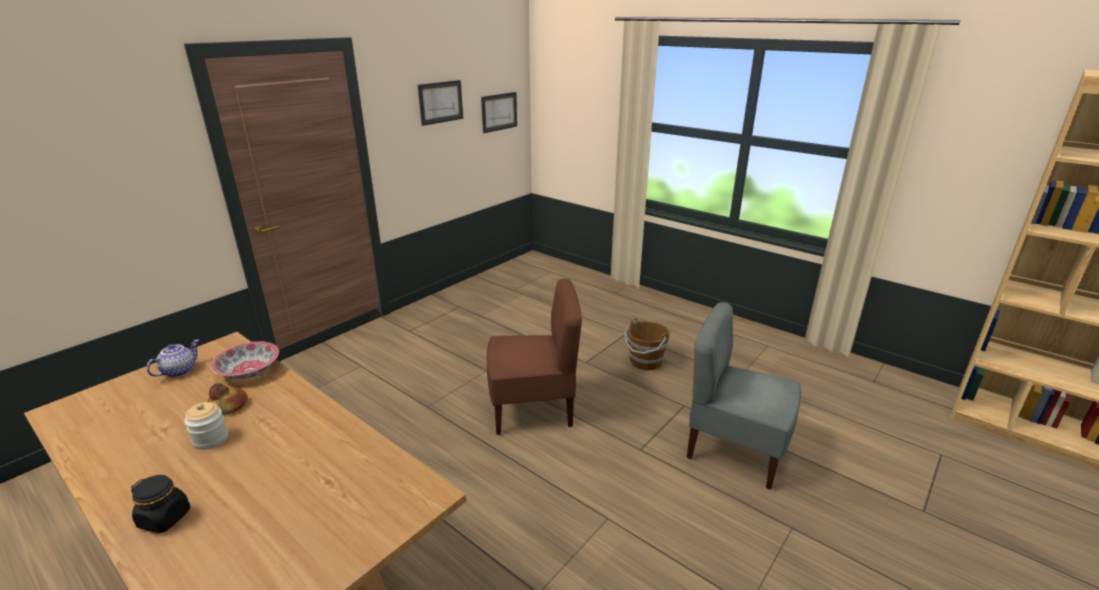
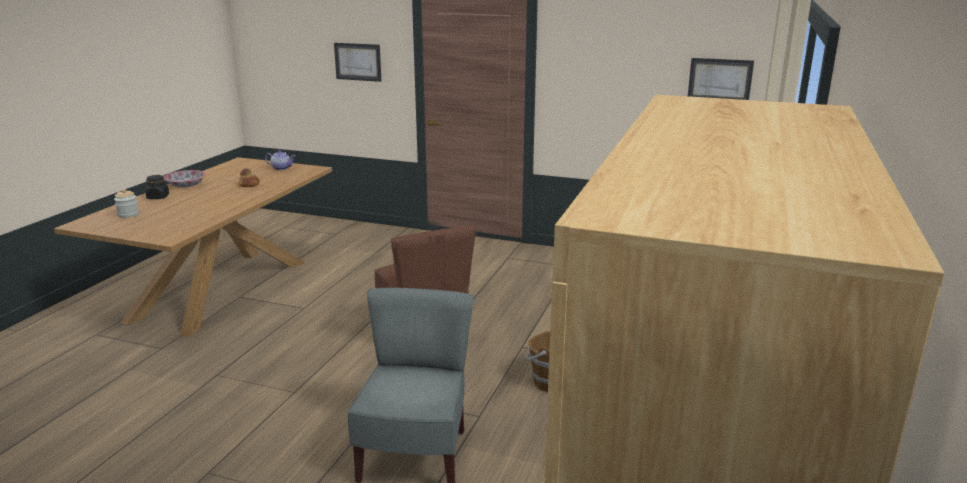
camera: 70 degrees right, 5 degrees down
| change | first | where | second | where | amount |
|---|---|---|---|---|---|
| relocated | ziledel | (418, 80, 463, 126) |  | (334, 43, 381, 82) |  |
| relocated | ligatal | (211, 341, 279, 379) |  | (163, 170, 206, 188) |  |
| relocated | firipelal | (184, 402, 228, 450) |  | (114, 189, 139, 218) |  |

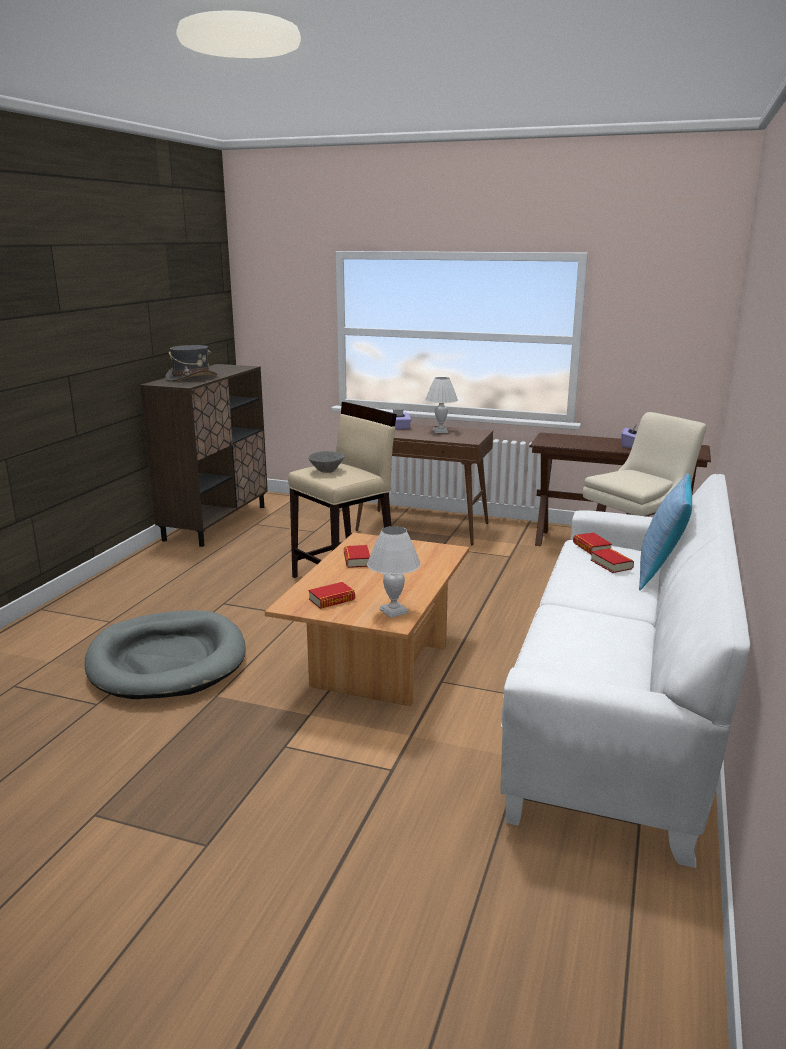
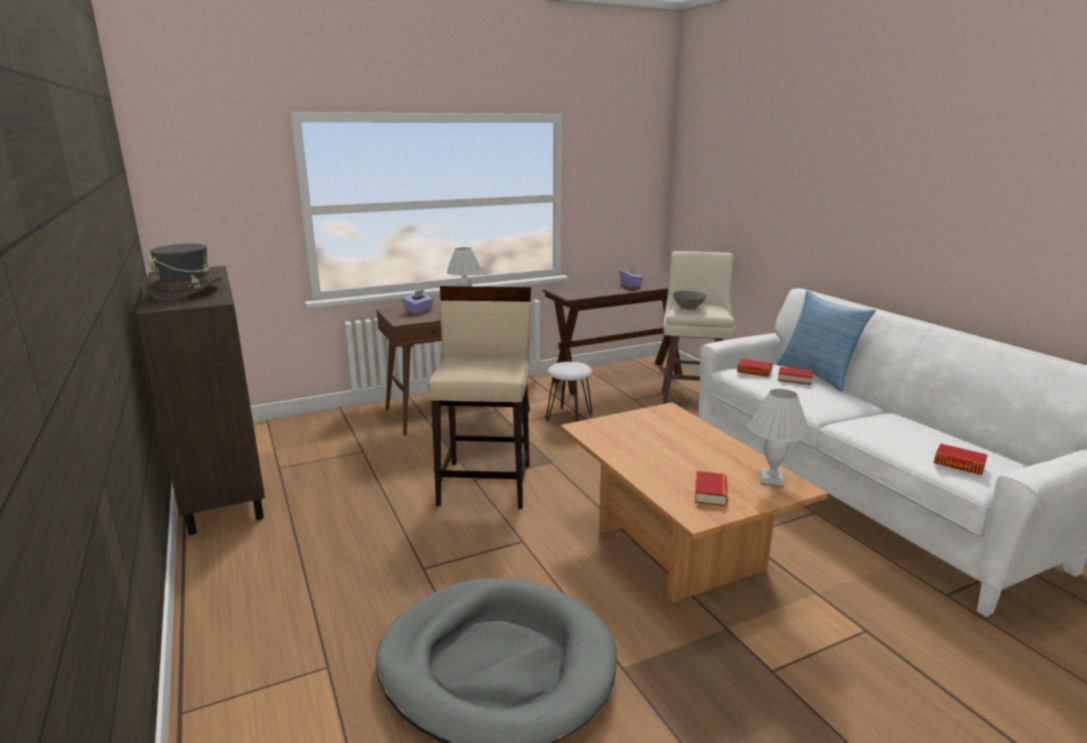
camera: 45 degrees left, 0 degrees up
| change | first | where | second | where | amount |
|---|---|---|---|---|---|
| relocated | grey ligatal | (308, 451, 345, 473) |  | (673, 291, 707, 309) |  |
| relocated | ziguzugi | (344, 545, 370, 568) |  | (934, 444, 987, 475) |  |
| appeared |  |  | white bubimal | (546, 362, 592, 422) |  |

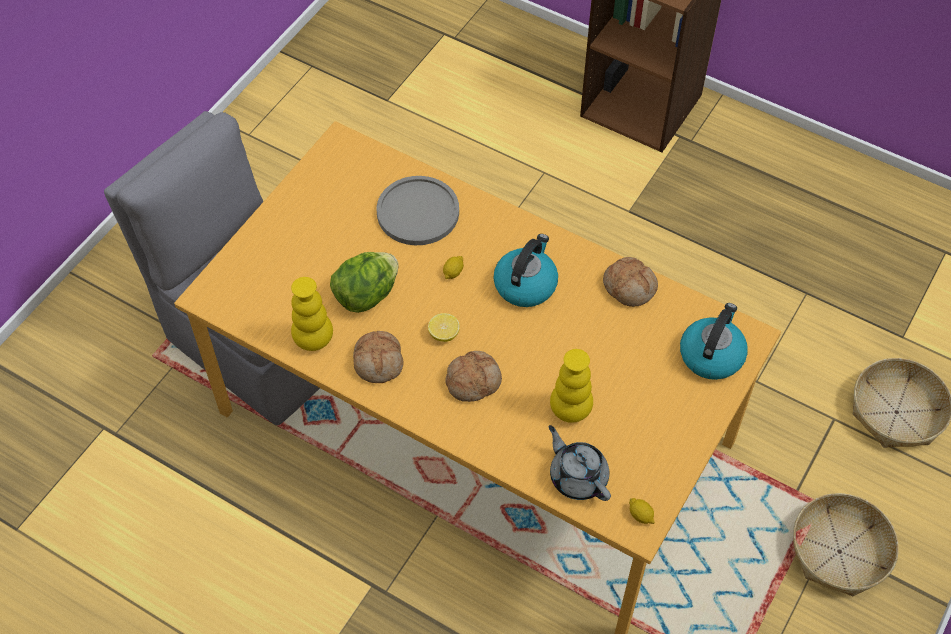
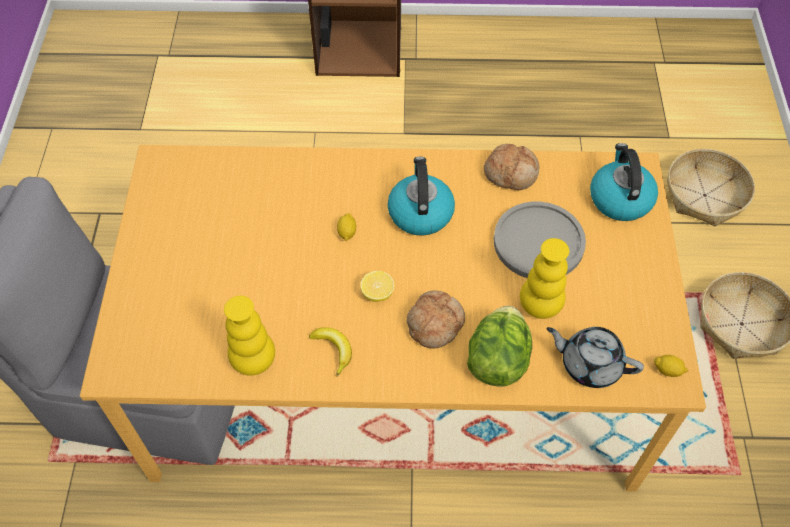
camera: 30 degrees left, 0 degrees up
| change | first | where | second | where | amount |
|---|---|---|---|---|---|
| relocated | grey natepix | (377, 176, 459, 245) |  | (494, 202, 586, 278) |  |
| relocated | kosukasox | (330, 252, 399, 313) |  | (467, 306, 532, 387) |  |
| exchanged | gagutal | (353, 331, 404, 383) | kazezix | (309, 327, 352, 377) |  |

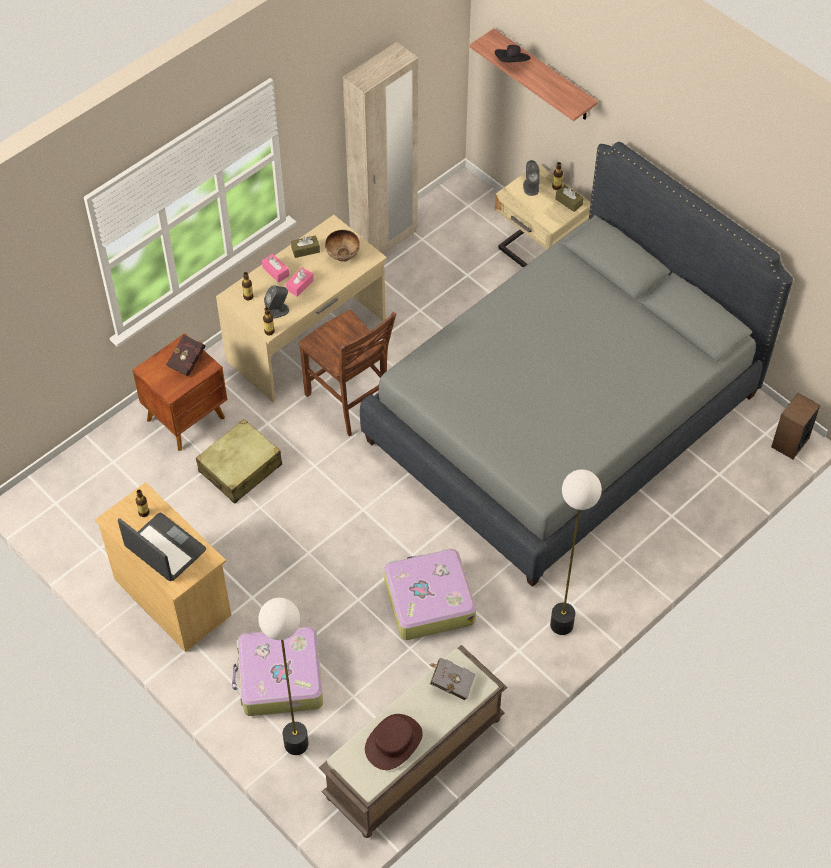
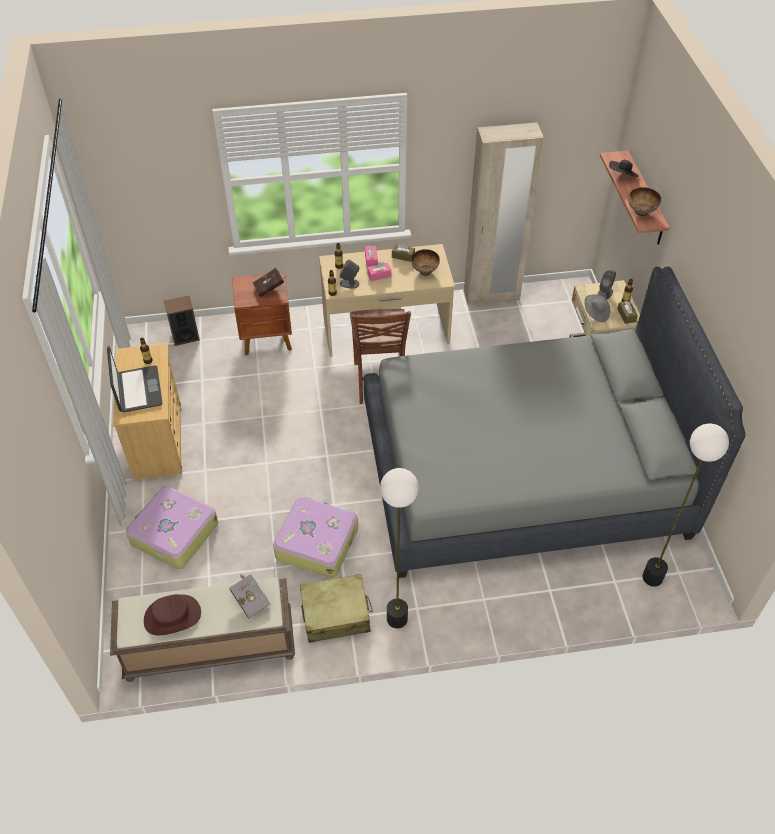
camera: 35 degrees right, 5 degrees down
| change | first | where | second | where | amount |
|---|---|---|---|---|---|
| relocated | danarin | (771, 393, 820, 459) |  | (164, 296, 200, 346) |  |
| relocated | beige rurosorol | (196, 419, 282, 503) |  | (300, 574, 373, 643) |  |
| relocated | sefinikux | (258, 598, 309, 755) |  | (642, 423, 729, 587) |  |
| appeared |  |  | ligatal | (628, 187, 661, 216) |  |
| appeared |  |  | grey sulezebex | (585, 294, 610, 322) |  |

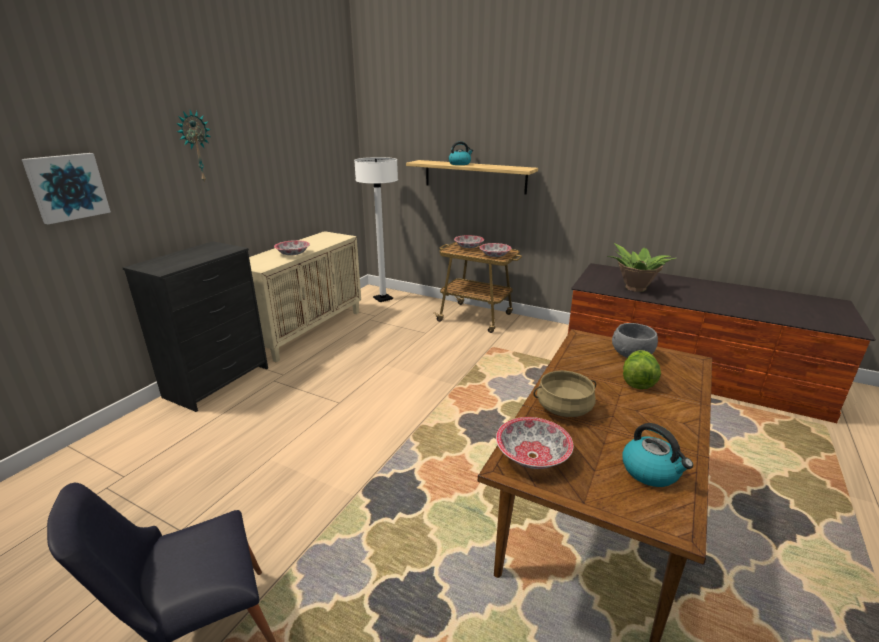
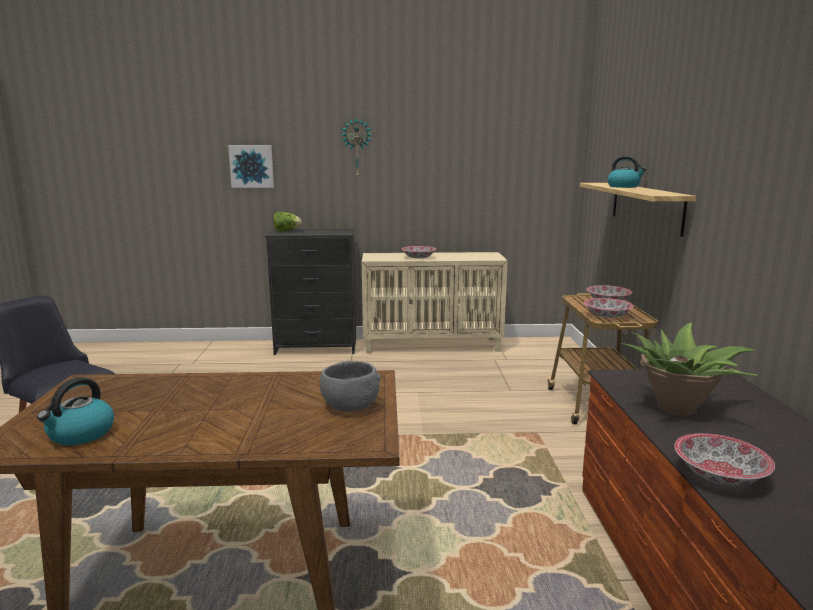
camera: 60 degrees right, 10 degrees down
| change | first | where | second | where | amount |
|---|---|---|---|---|---|
| missing | white sefinikux | (354, 157, 398, 302) |  |  |  |
| relocated | kosukasox | (623, 350, 661, 389) |  | (273, 212, 302, 232) |  |
| missing | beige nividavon | (533, 370, 596, 417) |  |  |  |
| relocated | ligatal | (496, 417, 573, 469) |  | (674, 433, 775, 486) |  |

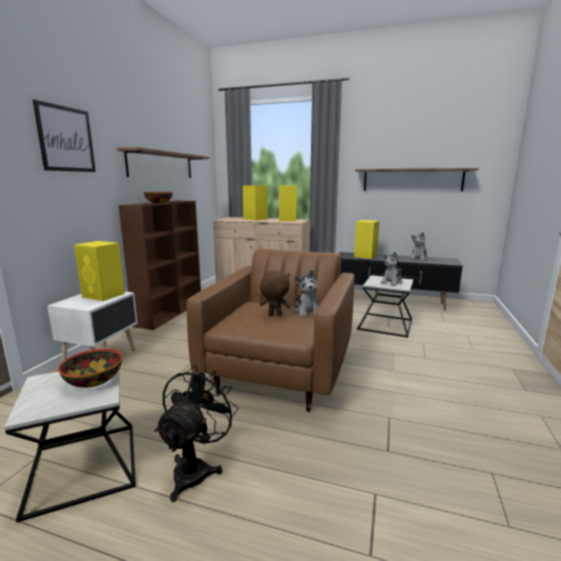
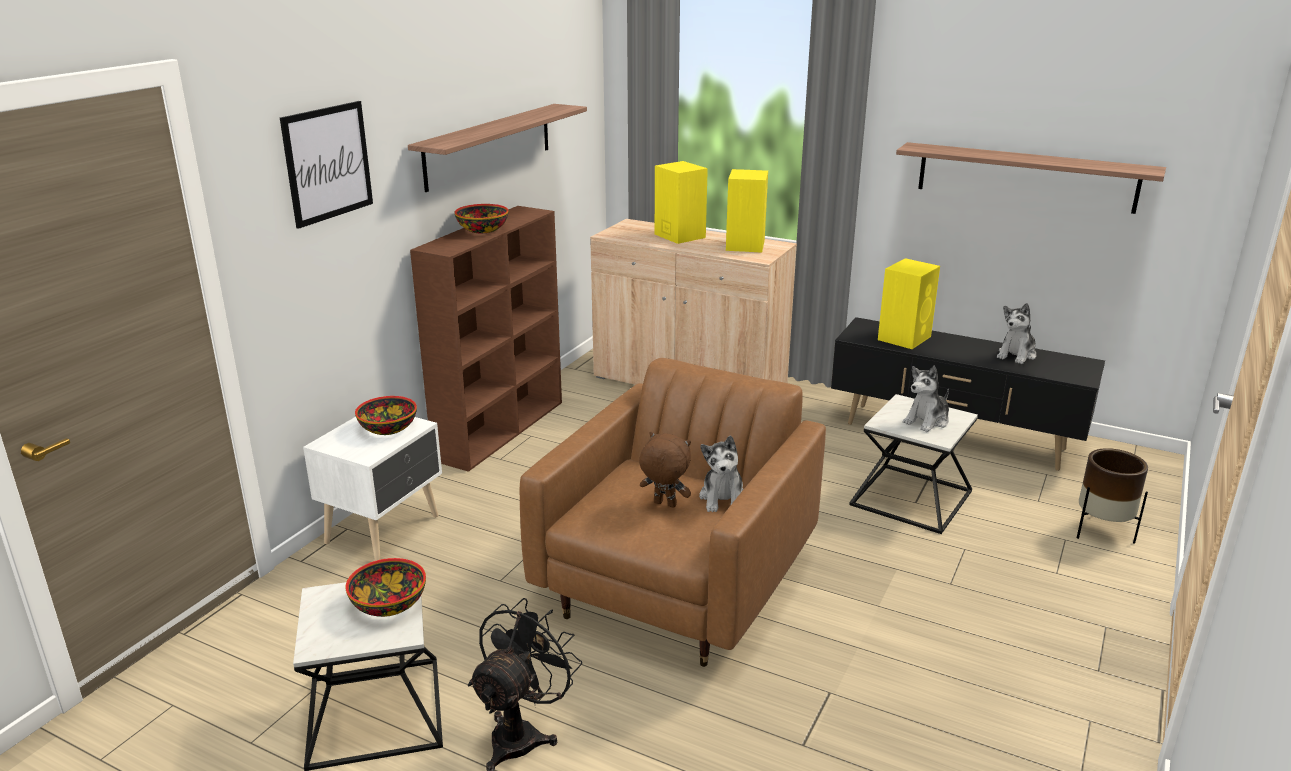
camera: 10 degrees right, 10 degrees up
| change | first | where | second | where | amount |
|---|---|---|---|---|---|
| exchanged | yellow danarin | (74, 241, 125, 301) | ligatal | (355, 396, 417, 435) |  |
| appeared |  |  | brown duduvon | (1077, 448, 1148, 544) |  |

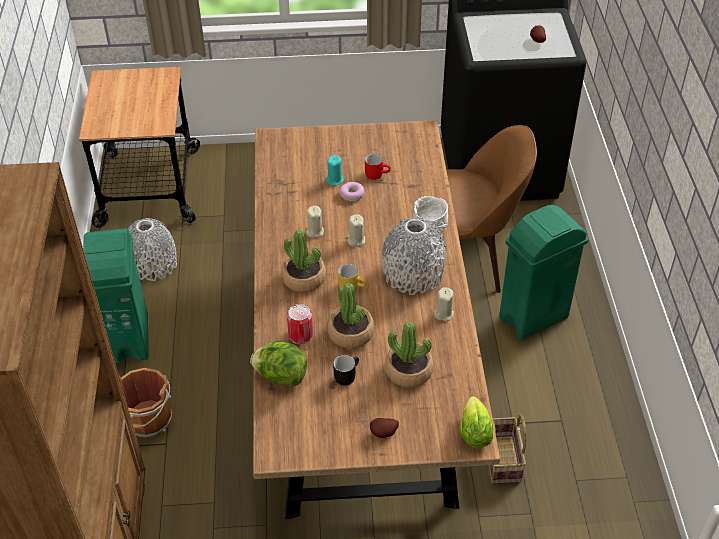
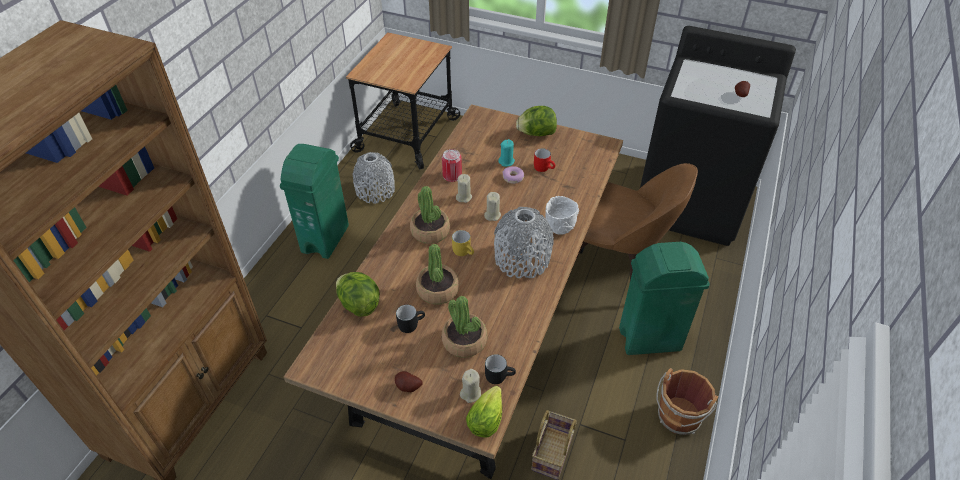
camera: 25 degrees right, 0 degrees up
| change | first | where | second | where | amount |
|---|---|---|---|---|---|
| relocated | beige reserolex | (434, 288, 454, 321) |  | (460, 369, 481, 403) |  |
| relocated | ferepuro | (287, 304, 313, 344) |  | (442, 149, 462, 182) |  |
| relocated | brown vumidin | (119, 368, 172, 438) |  | (656, 368, 719, 435) |  |
| appeared |  |  | kosukasox | (516, 106, 557, 136) |  |
| appeared |  |  | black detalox | (485, 354, 516, 384) |  |

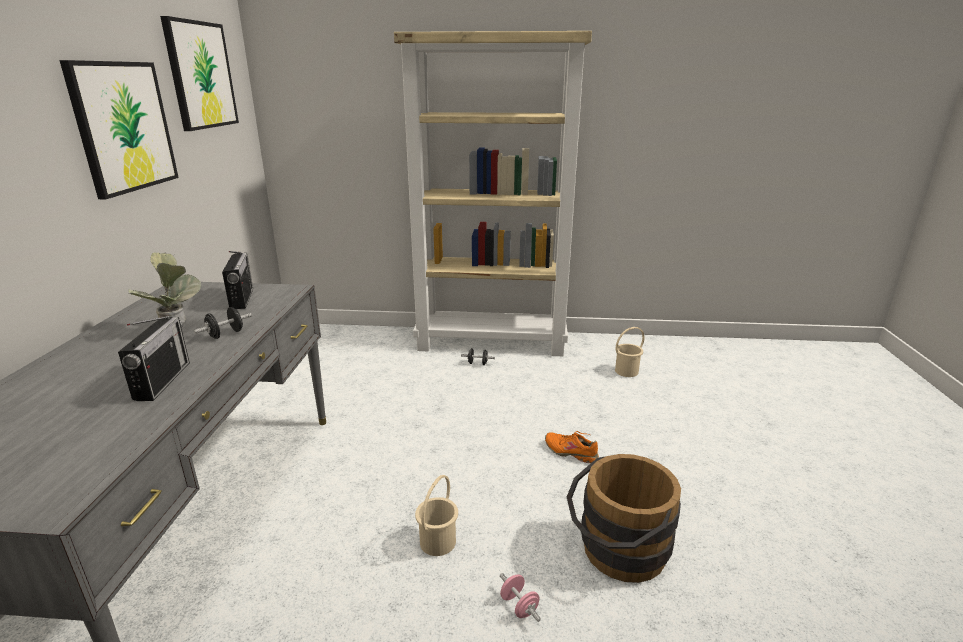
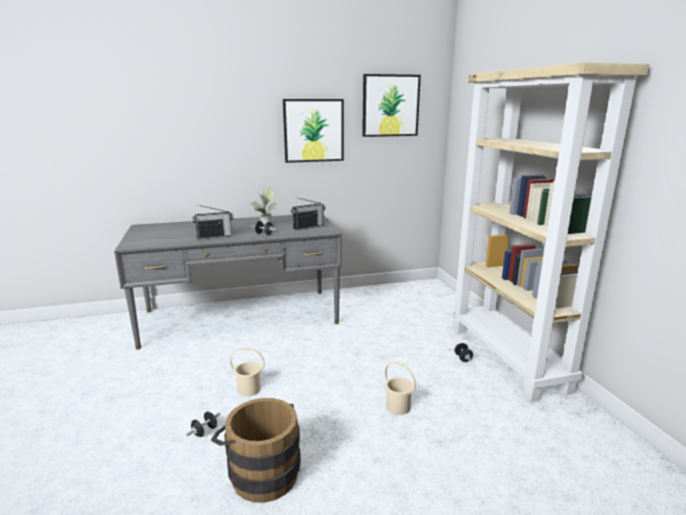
camera: 70 degrees right, 5 degrees down
| change | first | where | second | where | amount |
|---|---|---|---|---|---|
| relocated | beige vumidin | (615, 327, 644, 377) |  | (385, 361, 416, 415) |  |
| missing | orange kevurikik | (545, 431, 599, 463) |  |  |  |
| colour | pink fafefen | (500, 573, 541, 622) | black fafefen | (186, 412, 221, 437) |  |

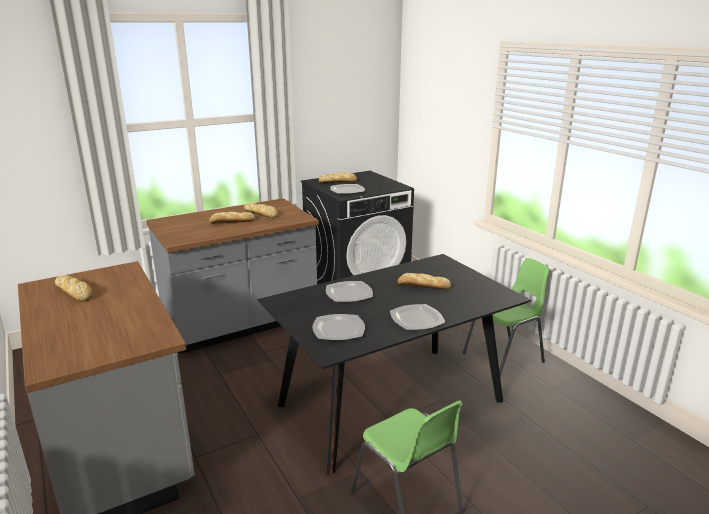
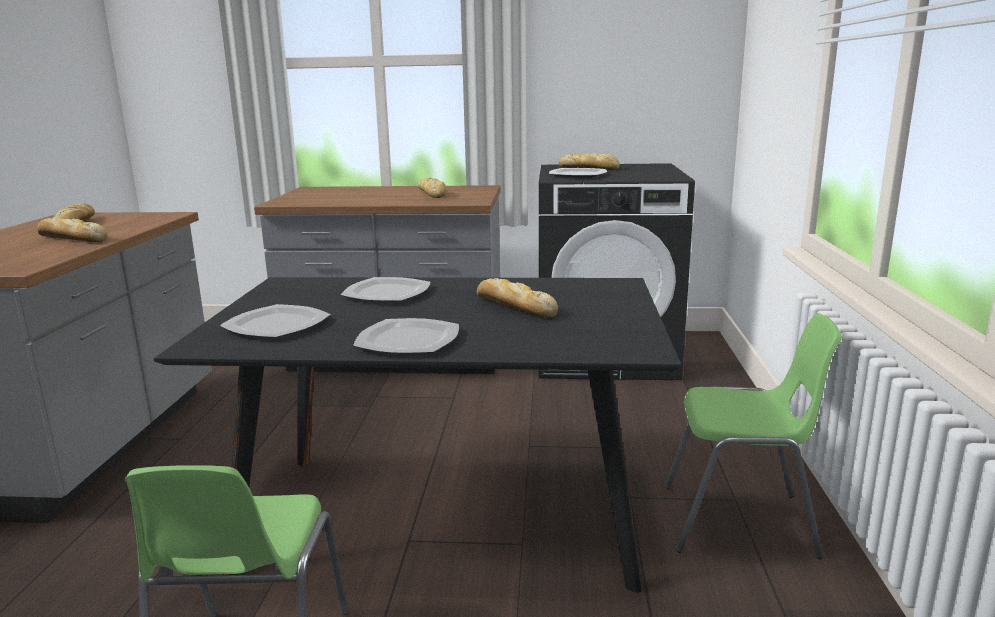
camera: 35 degrees right, 5 degrees down
| change | first | where | second | where | amount |
|---|---|---|---|---|---|
| relocated | gagutal | (209, 212, 255, 224) |  | (37, 217, 107, 242) |  |

